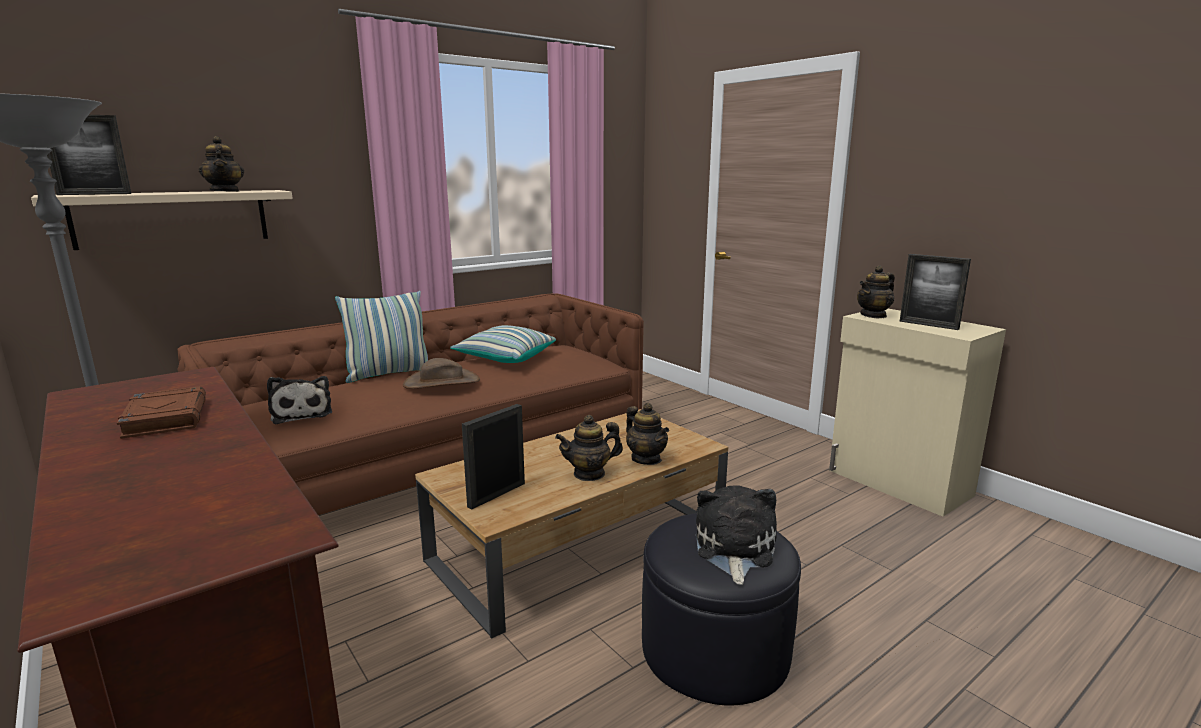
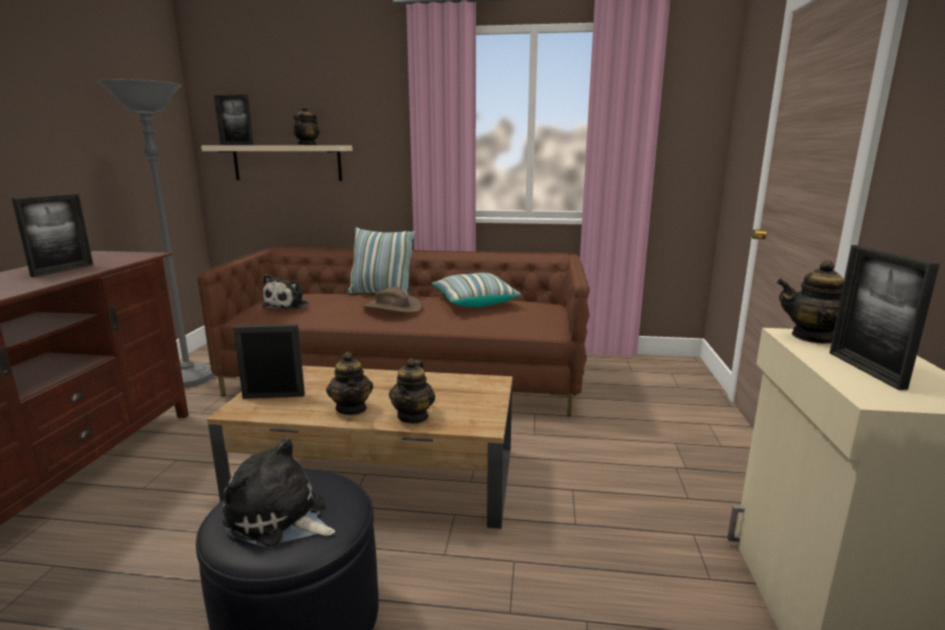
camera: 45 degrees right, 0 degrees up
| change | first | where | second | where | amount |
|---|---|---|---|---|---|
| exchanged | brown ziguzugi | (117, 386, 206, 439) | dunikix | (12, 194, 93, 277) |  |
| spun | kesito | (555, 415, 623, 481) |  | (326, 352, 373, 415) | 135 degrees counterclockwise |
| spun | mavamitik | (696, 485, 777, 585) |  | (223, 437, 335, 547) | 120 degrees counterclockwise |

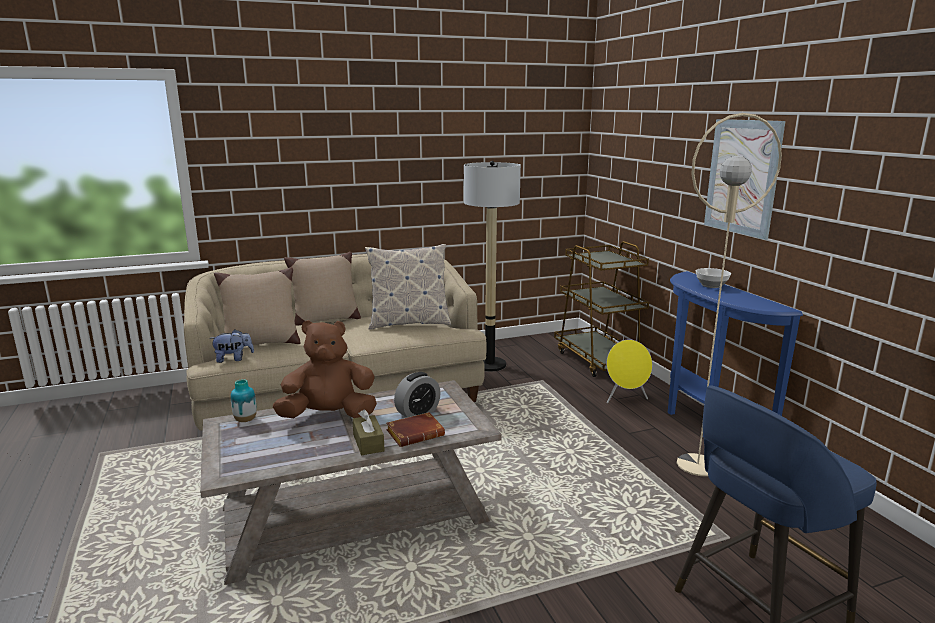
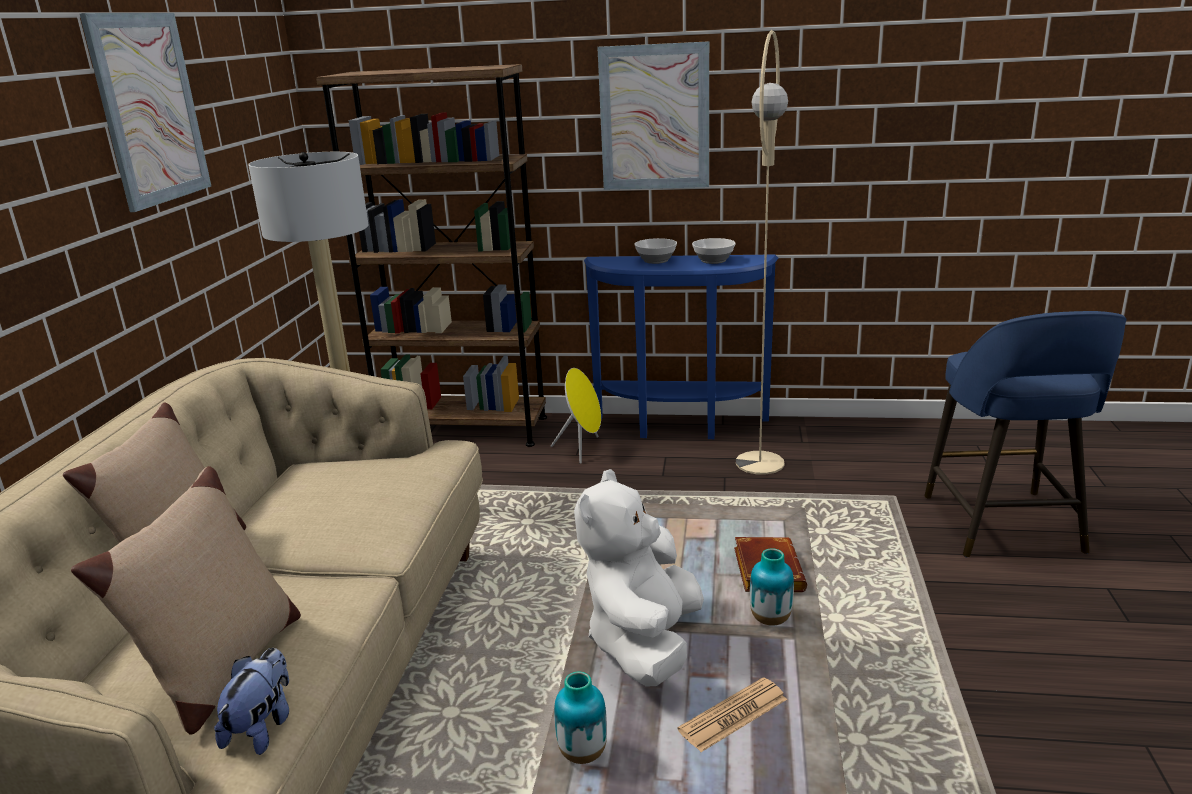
camera: 60 degrees left, 5 degrees up
| change | first | where | second | where | amount |
|---|---|---|---|---|---|
| exchanged | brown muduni | (554, 241, 649, 377) | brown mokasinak | (316, 64, 547, 447) |  |
| missing | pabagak | (365, 244, 451, 330) |  |  |  |
| colour | brown mavamitik | (273, 320, 377, 418) | white mavamitik | (574, 469, 704, 687) |  |
| missing | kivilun | (394, 372, 441, 418) |  |  |  |
| exchanged | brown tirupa | (352, 409, 385, 455) | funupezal | (750, 548, 794, 626) |  |
| appeared |  |  | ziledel | (79, 13, 211, 212) |  |
| appeared |  |  | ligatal | (692, 238, 736, 264) |  |
| appeared |  |  | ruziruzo | (678, 677, 787, 752) |  |

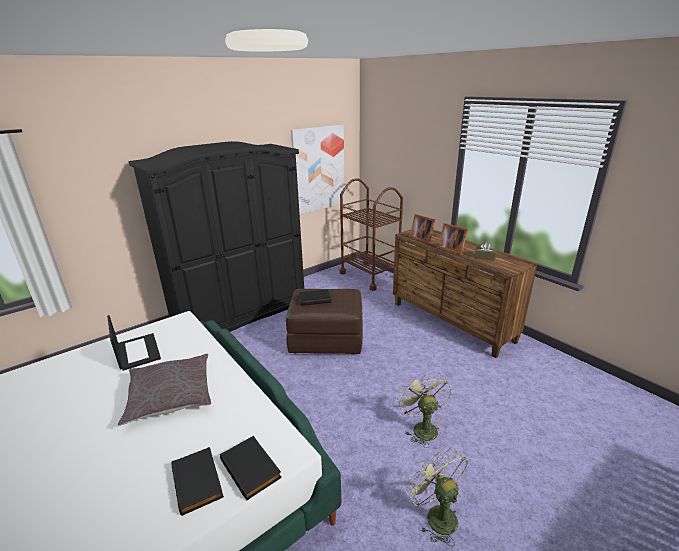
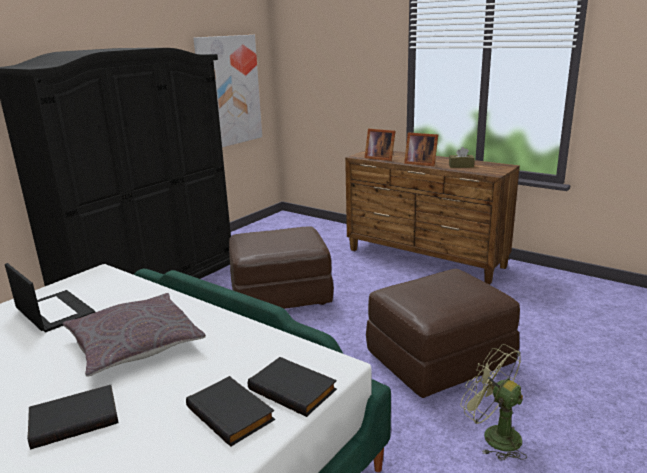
camera: 15 degrees left, 5 degrees down
| change | first | where | second | where | amount |
|---|---|---|---|---|---|
| missing | brown muduni | (340, 179, 403, 291) |  |  |  |
| relocated | black ziguzugi | (299, 289, 331, 306) |  | (27, 385, 118, 449) |  |
| exchanged | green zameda | (397, 372, 452, 448) | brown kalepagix | (366, 269, 520, 398) |  |

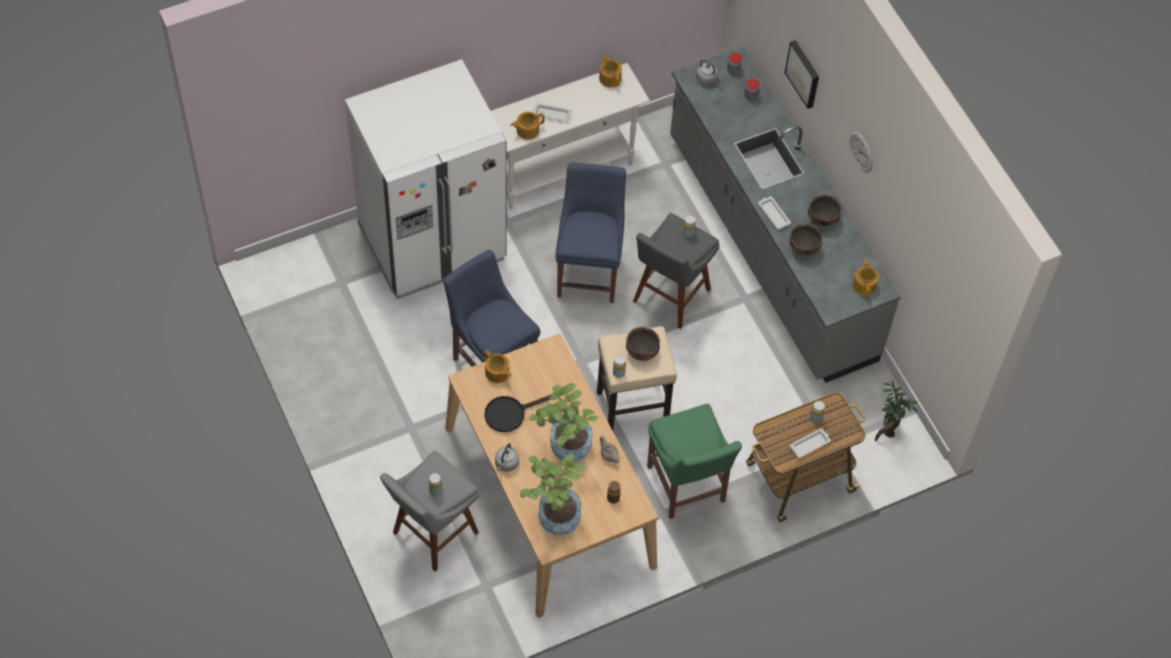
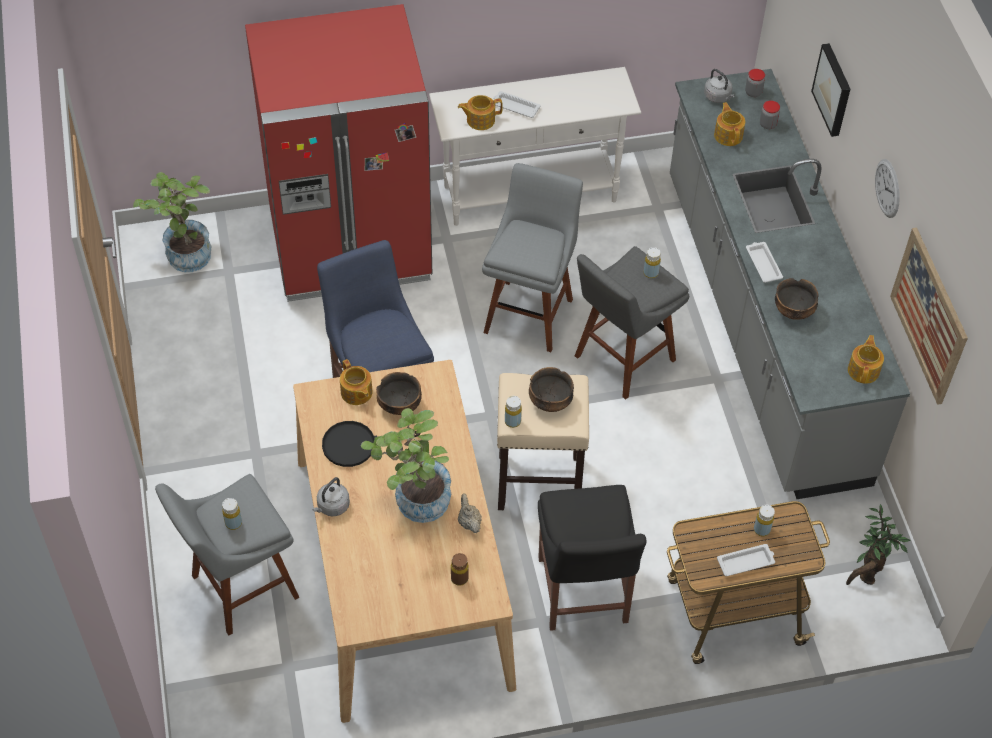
camera: 15 degrees right, 5 degrees down
| change | first | where | second | where | amount |
|---|---|---|---|---|---|
| relocated | kesito | (599, 54, 622, 88) |  | (714, 102, 745, 146) |  |
| colour | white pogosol | (345, 59, 507, 299) | red pogosol | (245, 4, 432, 302) |  |
| exchanged | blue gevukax | (555, 163, 626, 303) | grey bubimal | (482, 163, 583, 352) |  |
| relocated | ligatal | (808, 195, 842, 226) |  | (376, 372, 422, 415) |  |
| colour | green gevukax | (647, 404, 742, 519) | black gevukax | (538, 485, 646, 631) |  |
| relocated | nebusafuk | (520, 455, 587, 536) |  | (133, 172, 211, 272) |  |
| appeared |  |  | ziledel | (890, 228, 968, 405) |  |

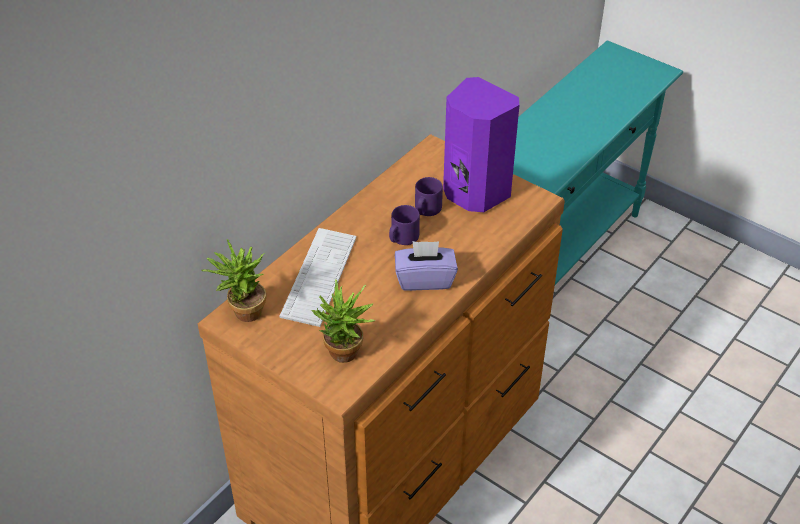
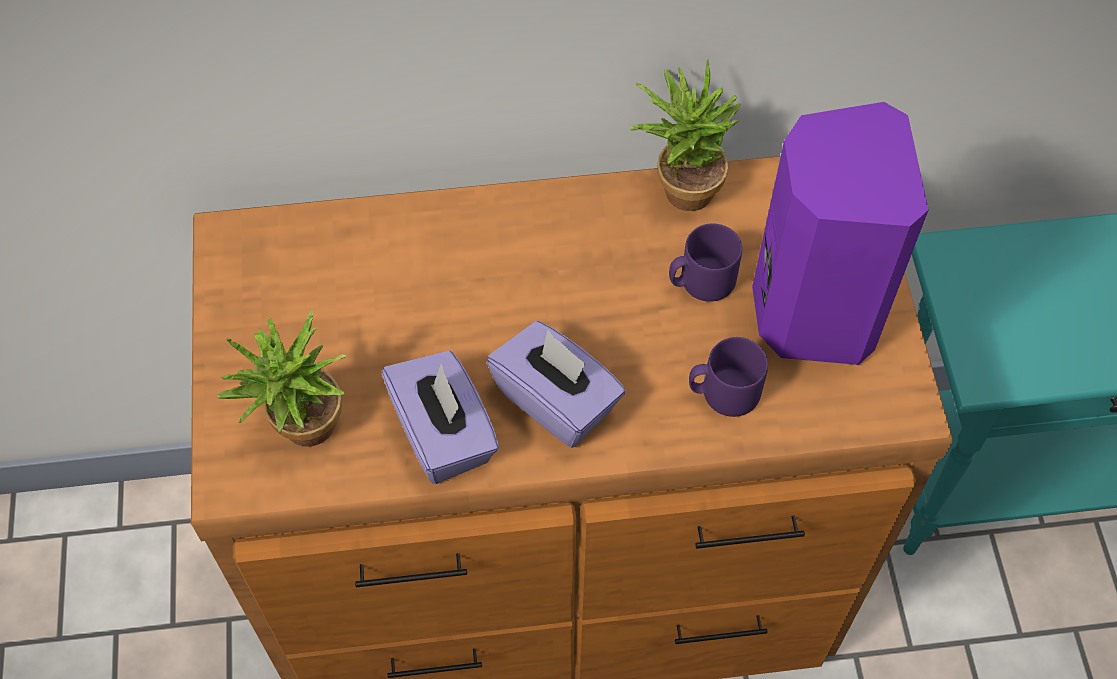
camera: 45 degrees right, 15 degrees up
| change | first | where | second | where | amount |
|---|---|---|---|---|---|
| relocated | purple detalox | (389, 205, 420, 245) |  | (689, 337, 768, 417) |  |
| missing | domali | (280, 228, 356, 327) |  |  |  |
| relocated | nebusafuk | (201, 239, 266, 322) |  | (630, 59, 741, 211) |  |
| appeared |  |  | purple tirupa | (381, 351, 499, 484) |  |

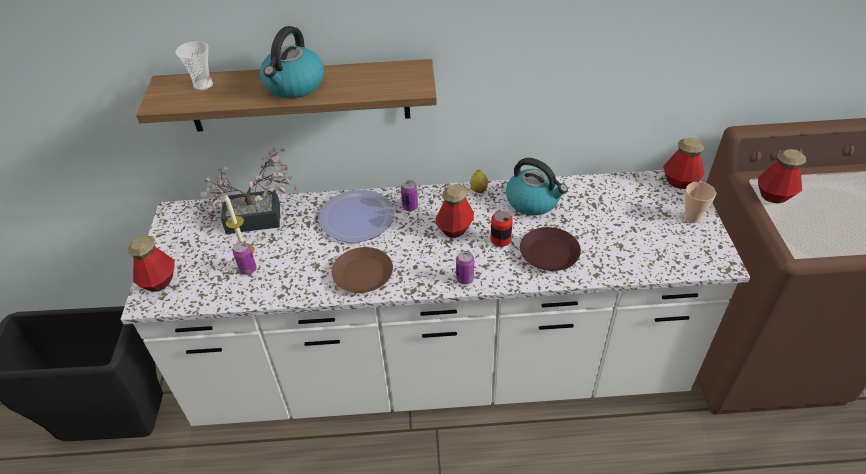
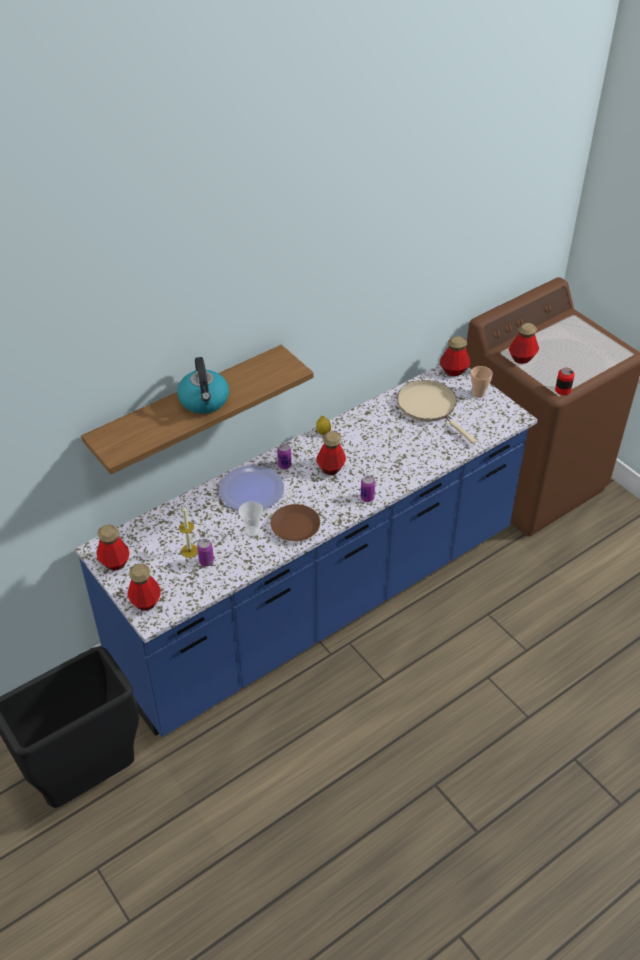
camera: 35 degrees left, 0 degrees up
| change | first | where | second | where | amount |
|---|---|---|---|---|---|
| relocated | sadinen | (175, 41, 213, 90) |  | (239, 502, 263, 537) |  |
| missing | nebusafuk | (200, 147, 297, 234) |  |  |  |
| missing | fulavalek | (506, 158, 568, 216) |  |  |  |
| colour | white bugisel | (121, 170, 750, 426) | blue bugisel | (75, 365, 538, 737) |  |
| relocated | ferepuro | (491, 211, 513, 247) |  | (555, 368, 575, 395) |  |
| missing | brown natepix | (520, 227, 581, 271) |  |  |  |
| appeared |  |  | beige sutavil | (397, 380, 477, 444) |  |
| appeared |  |  | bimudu | (96, 525, 130, 571) |  |

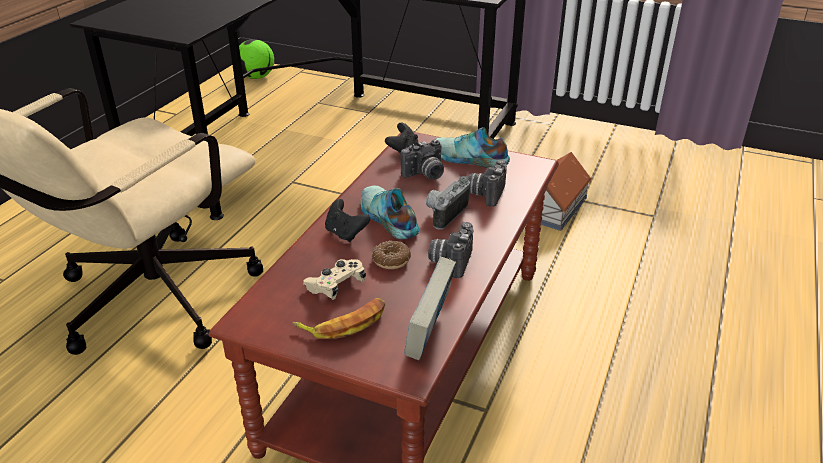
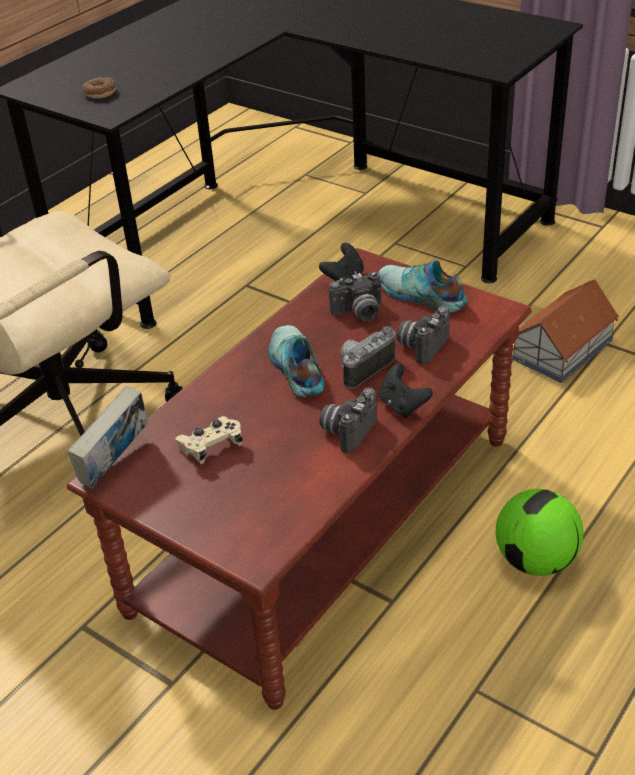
camera: 15 degrees right, 5 degrees up
| change | first | where | second | where | amount |
|---|---|---|---|---|---|
| relocated | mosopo | (239, 39, 274, 79) |  | (495, 489, 584, 576) |  |
| relocated | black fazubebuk | (325, 199, 370, 242) |  | (379, 363, 433, 418) |  |
| relocated | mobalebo | (372, 241, 411, 269) |  | (82, 77, 116, 99) |  |
| relocated | ziguzugi | (404, 257, 456, 360) |  | (68, 385, 147, 489) |  |
| missing | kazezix | (293, 298, 385, 339) |  |  |  |

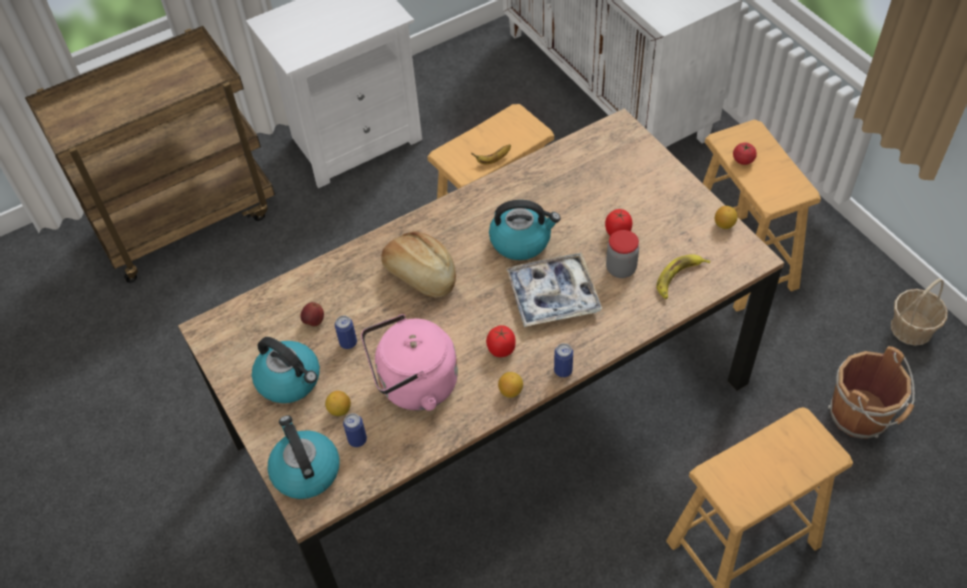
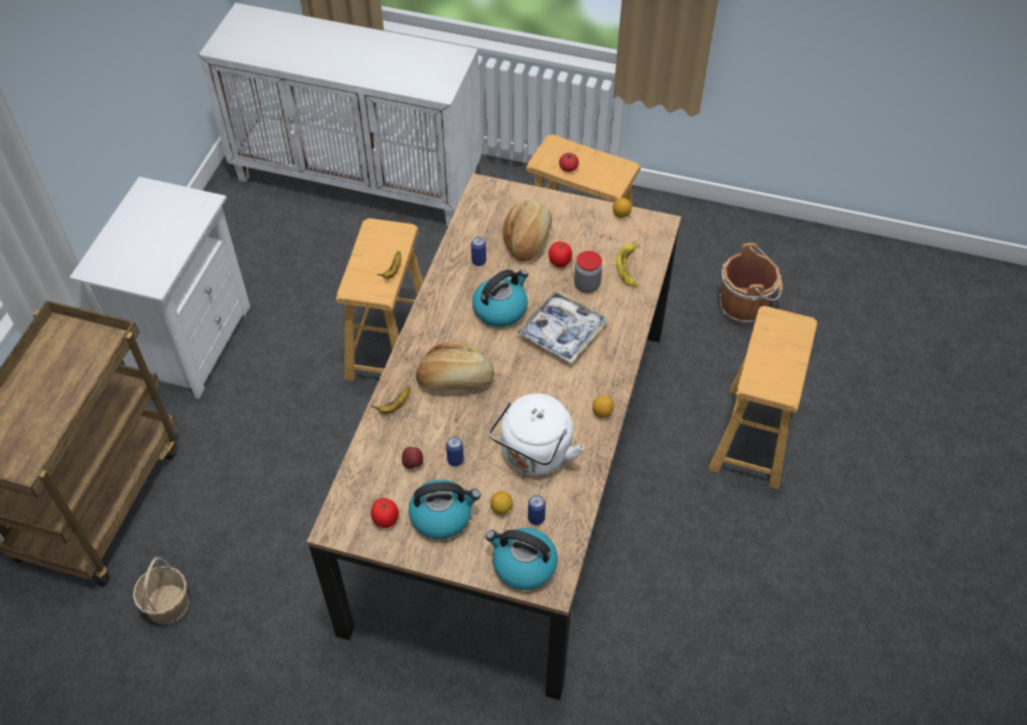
camera: 45 degrees left, 0 degrees up
| change | first | where | second | where | amount |
|---|---|---|---|---|---|
| relocated | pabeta | (891, 278, 947, 346) |  | (133, 556, 189, 624) |  |
| colour | pink fulavalek | (361, 314, 458, 411) | white fulavalek | (489, 394, 584, 475) |  |
| relocated | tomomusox | (486, 325, 516, 357) |  | (371, 498, 399, 528) |  |
| relocated | ferepuro | (554, 343, 573, 377) |  | (471, 236, 486, 266) |  |
| appeared |  |  | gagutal | (503, 200, 552, 262) |  |
| appeared |  |  | kazezix | (371, 387, 411, 414) |  |

